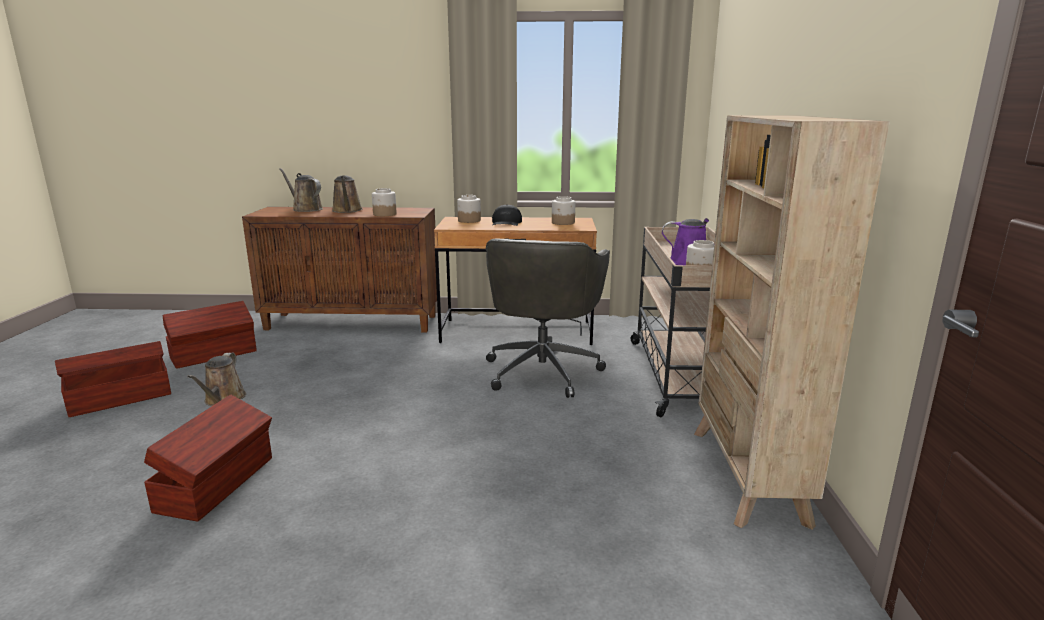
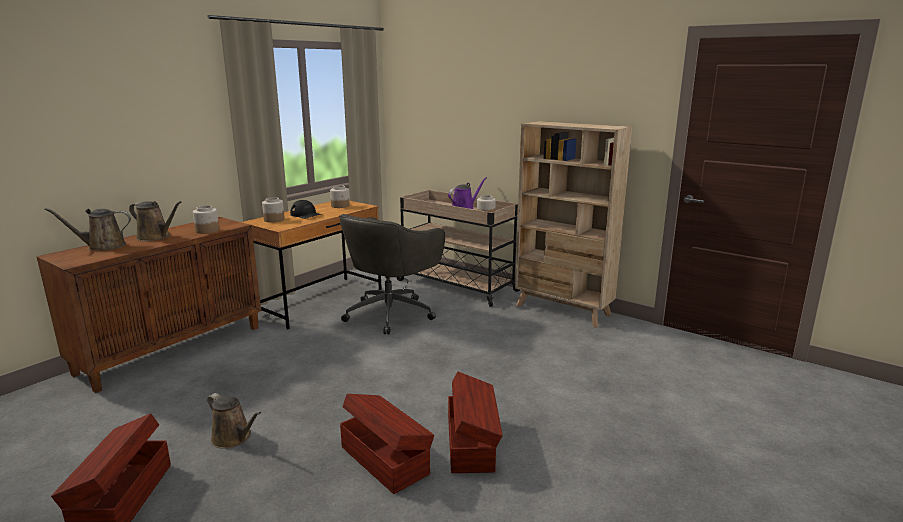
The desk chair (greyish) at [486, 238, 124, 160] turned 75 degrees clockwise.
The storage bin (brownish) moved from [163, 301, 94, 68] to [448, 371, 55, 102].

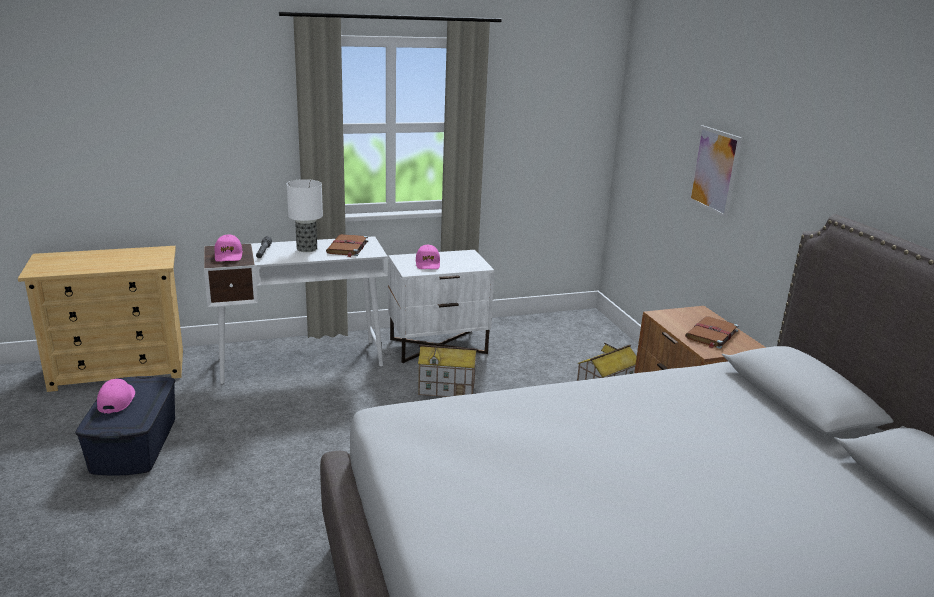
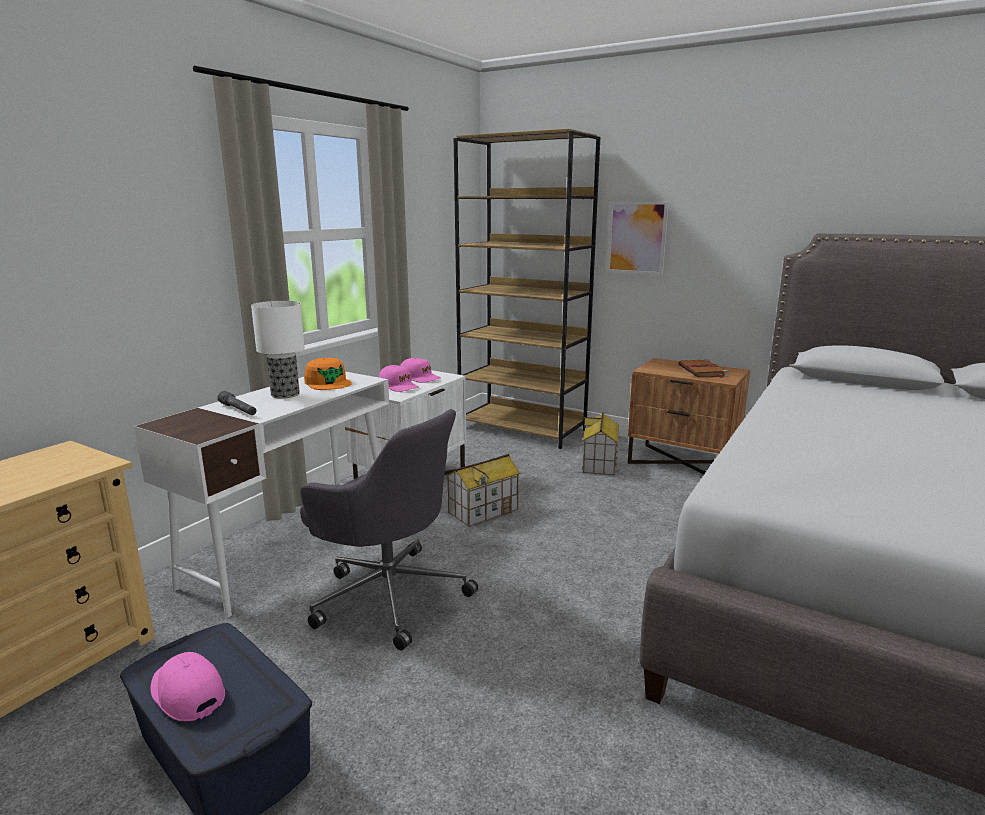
The book (brownish) at [326, 234, 42, 23] was replaced by the baseball cap (orange-coloured) at [304, 358, 48, 32].
The baseball cap (pinkish) moved from [215, 235, 28, 27] to [400, 358, 41, 25].
The shelving unit (brownish) at [454, 129, 146, 320] appeared.
The desk chair (greyish) at [300, 409, 178, 242] appeared.

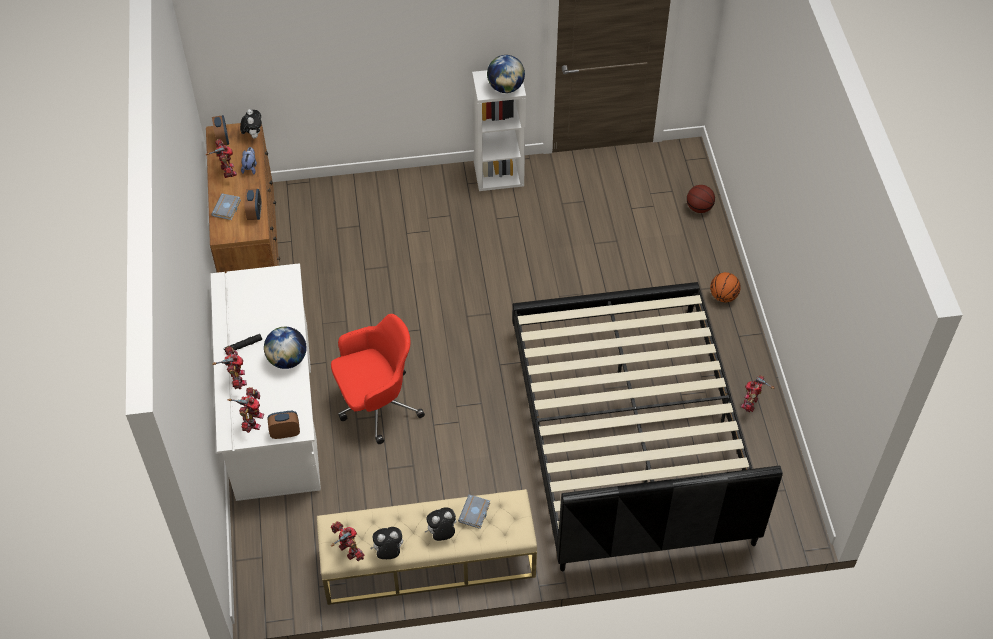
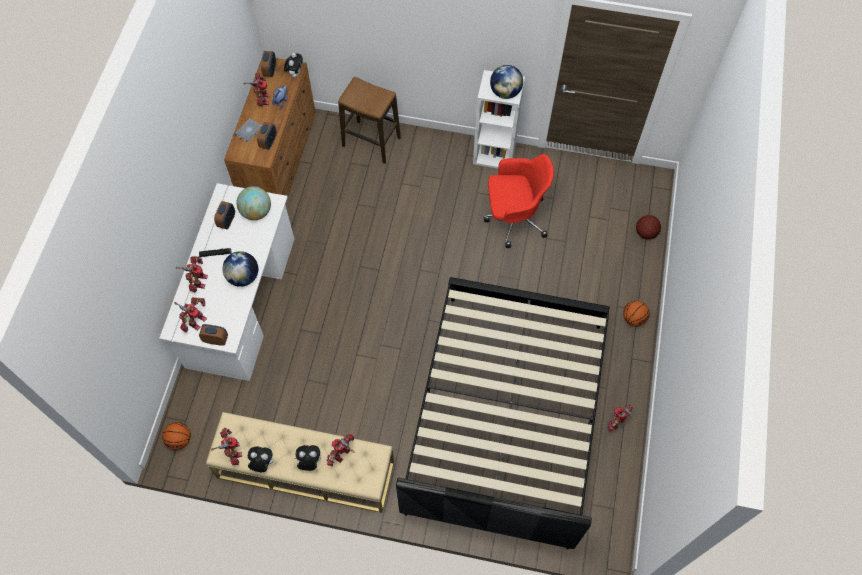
The desk chair (red-coloured) moved from [331, 314, 94, 130] to [484, 154, 70, 94].
The book (greyish) at [458, 494, 32, 35] was replaced by the toy robot at [327, 434, 28, 32].
The stool seat at [338, 77, 63, 87] appeared.
The globe at [236, 186, 35, 34] appeared.
The bedside clock at [214, 201, 21, 28] appeared.
The basketball at [162, 422, 29, 28] appeared.

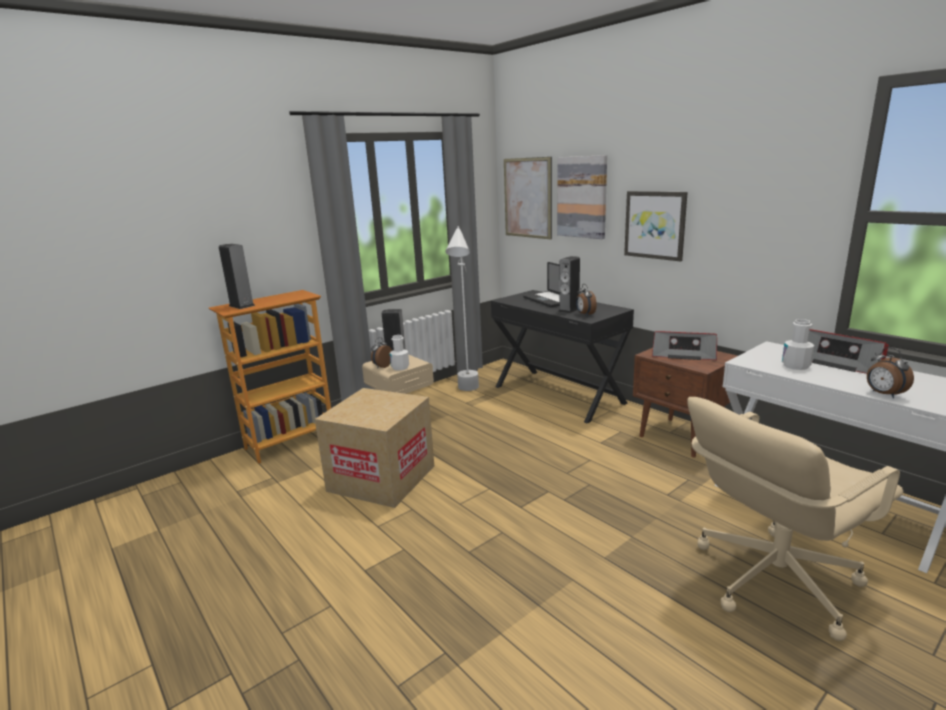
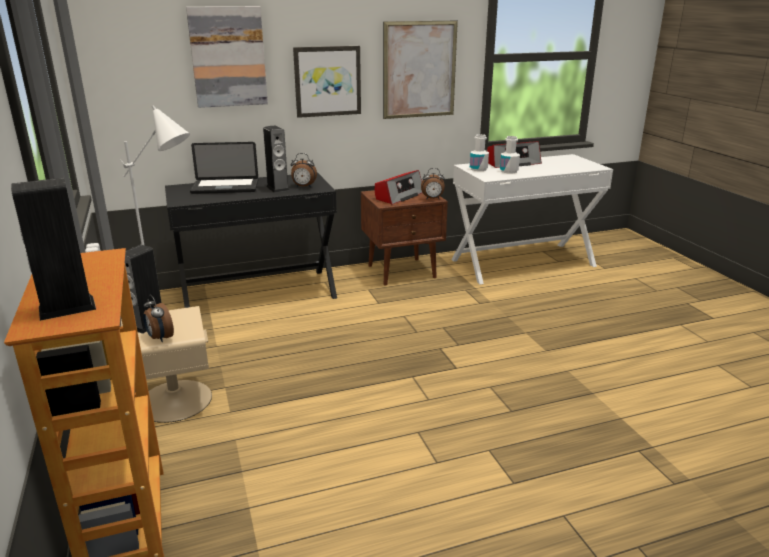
The picture moved from [504, 157, 48, 82] to [383, 21, 75, 98].
The beverage bottle (white) moved from [390, 335, 19, 36] to [470, 134, 19, 37].
The bedside clock moved from [867, 347, 47, 51] to [421, 168, 24, 31].
The cardboard box at [315, 388, 119, 120] disappeared.
The desk chair (beige-coloured) at [687, 397, 217, 244] disappeared.

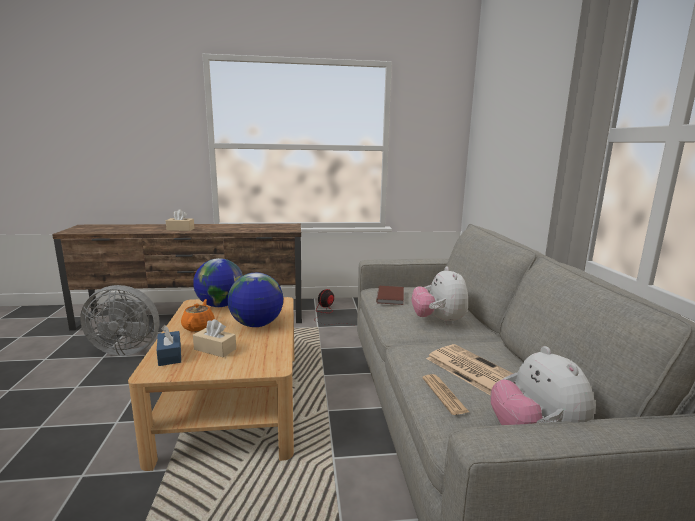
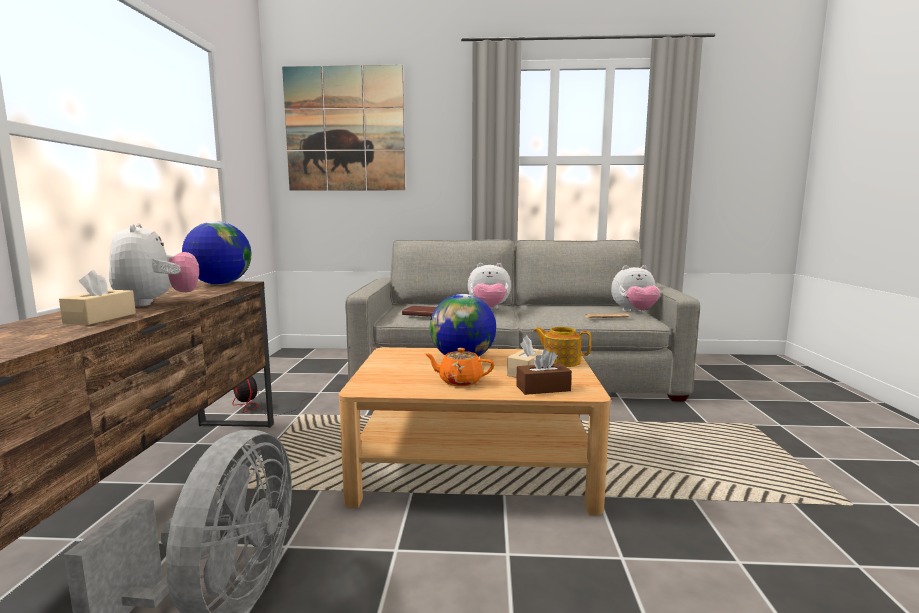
The globe moved from [193, 258, 50, 49] to [182, 221, 69, 64].
The tissue holder (blue-coloured) at [157, 325, 24, 41] became the tissue holder (brownish) at [516, 349, 56, 46].
The newspaper at [426, 344, 88, 52] disappeared.
The picture at [282, 65, 123, 126] appeared.
The soft toy at [109, 223, 90, 83] appeared.
The teapot at [533, 327, 58, 40] appeared.

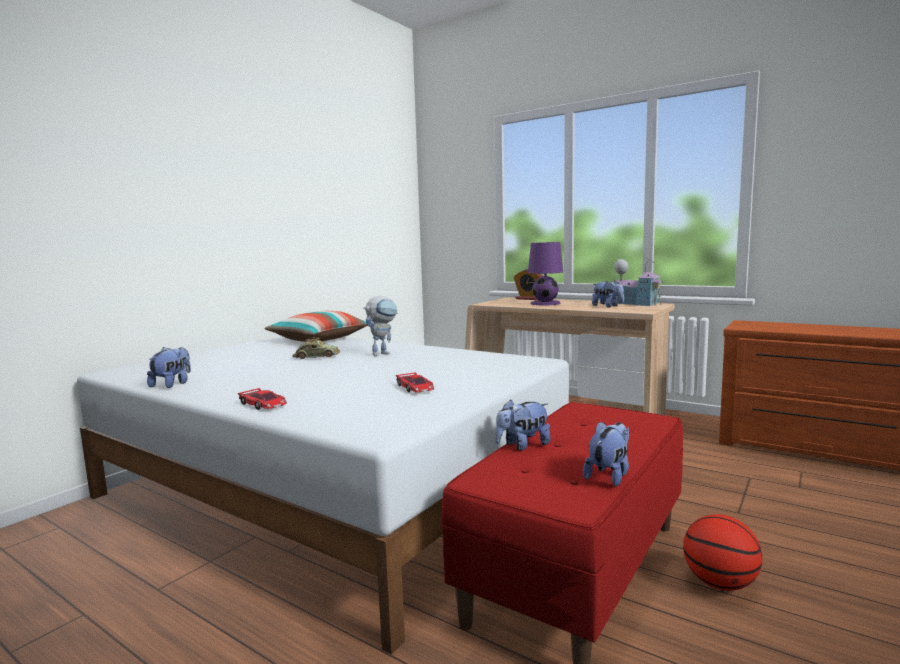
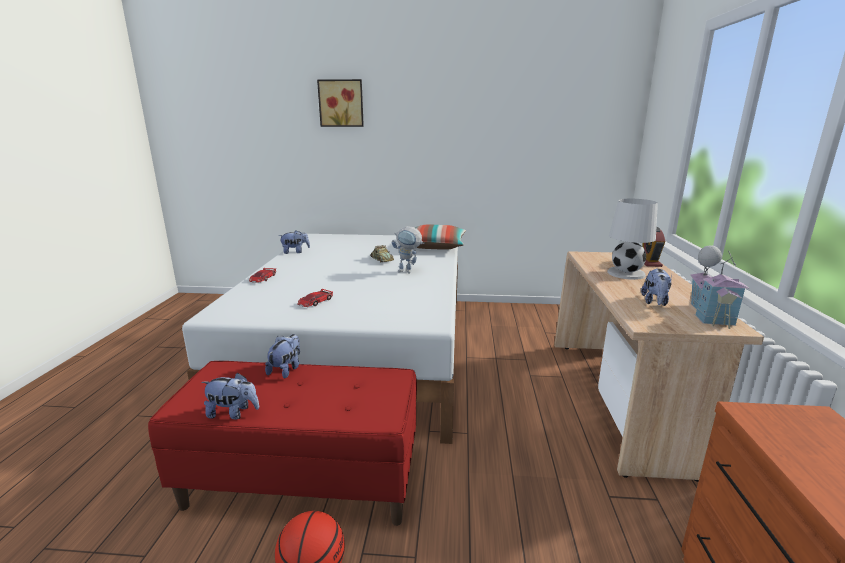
The lamp for a table (purple) at [528, 242, 35, 63] became the lamp for a table (white) at [607, 199, 51, 81].
The soft toy at [495, 399, 56, 52] turned 75 degrees clockwise.
The picture at [317, 79, 47, 48] appeared.

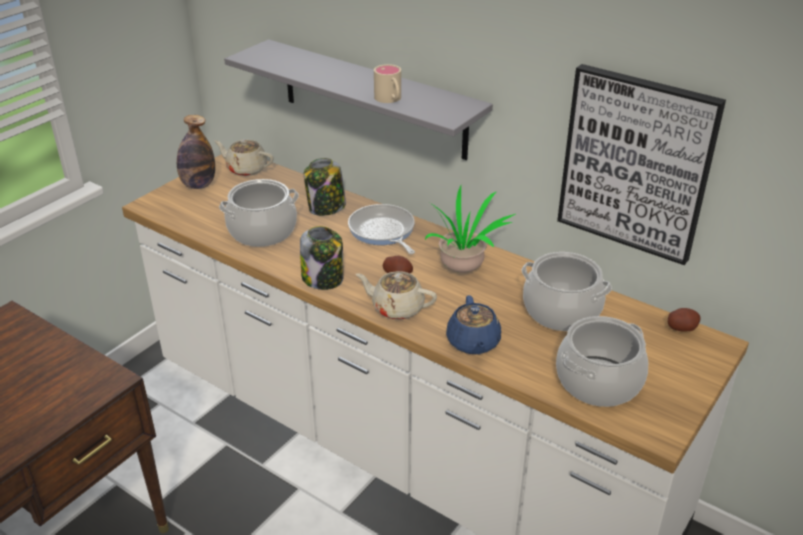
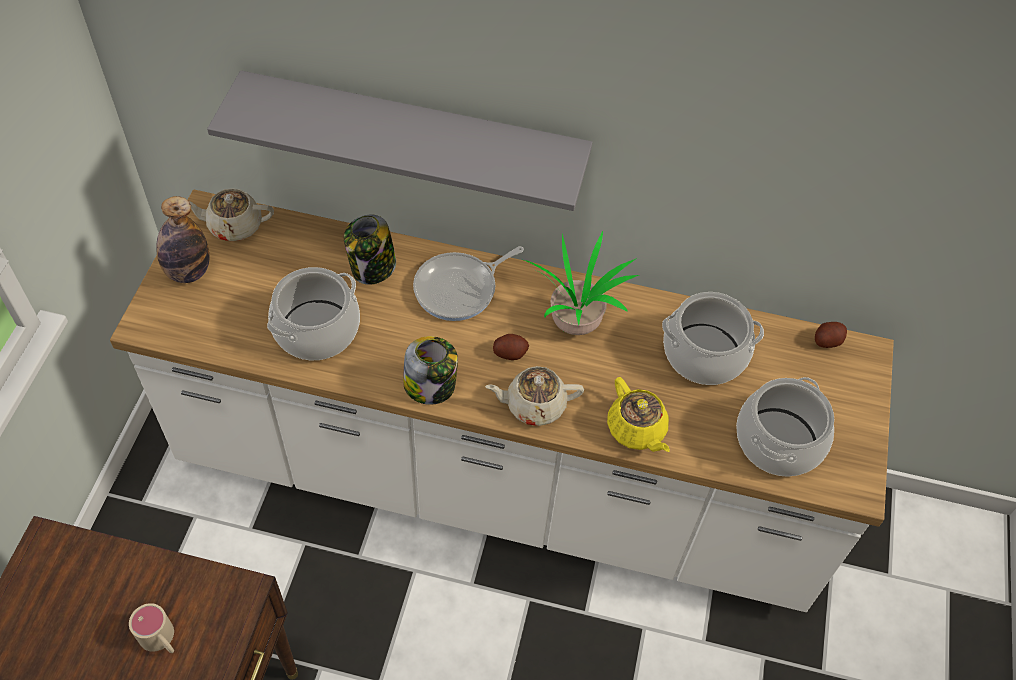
The tea mug (beige-coloured) moved from [374, 64, 27, 39] to [129, 603, 45, 50].
The picture at [557, 64, 169, 201] disappeared.
The frying pan at [348, 204, 67, 50] turned 75 degrees counterclockwise.
The teapot (blue-coloured) at [446, 295, 55, 59] became the teapot (yellowish) at [607, 377, 63, 75].

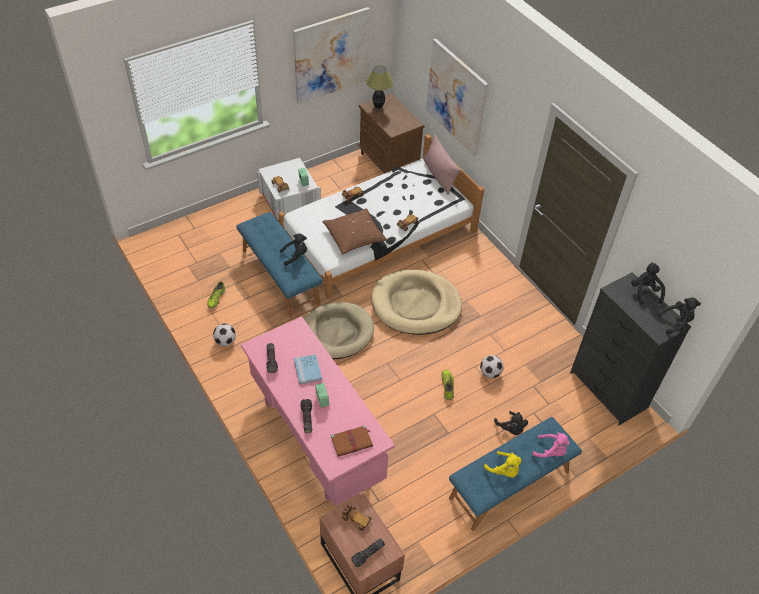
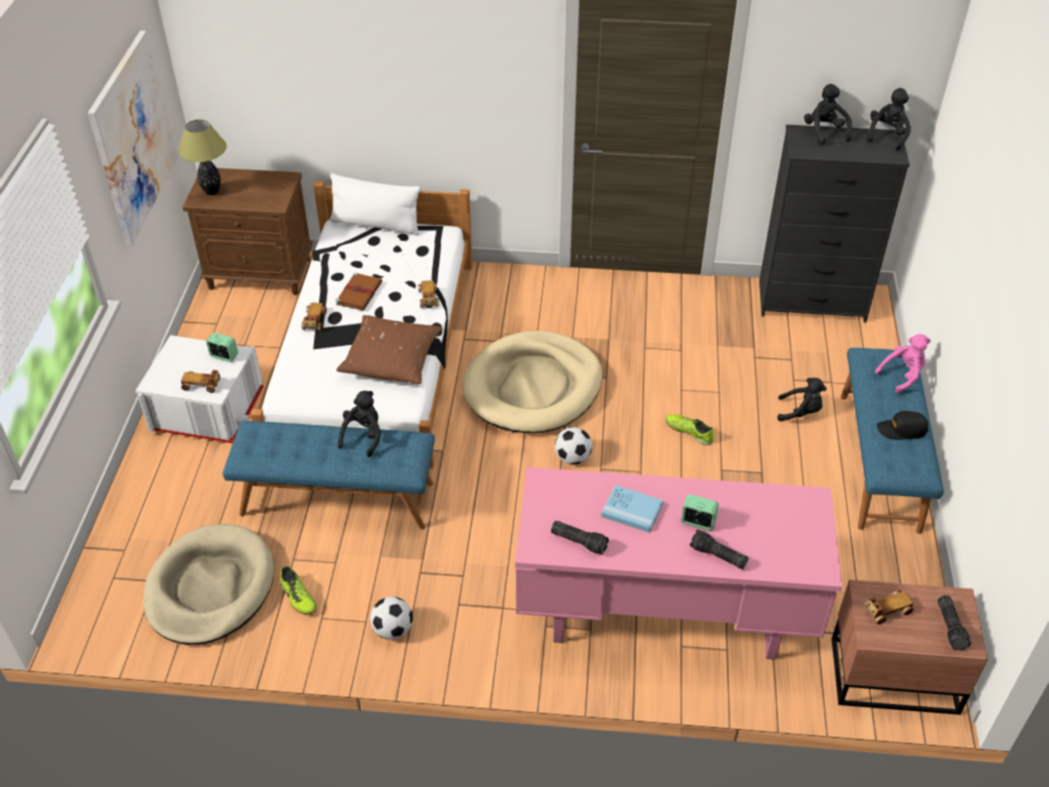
The picture at [426, 39, 62, 117] disappeared.
The cushion (pinkish) at [423, 135, 38, 59] became the cushion (white) at [330, 173, 91, 63].
The soft toy (blackish) at [631, 262, 34, 42] turned 45 degrees clockwise.
The pet bed (beige-coloured) moved from [304, 302, 70, 58] to [143, 524, 131, 121].
The football moved from [480, 355, 24, 23] to [555, 427, 37, 37].
The book (brownish) moved from [331, 425, 42, 32] to [336, 273, 47, 37].
The soft toy (yellowish) at [484, 451, 37, 27] was replaced by the baseball cap (blackish) at [877, 411, 51, 29].

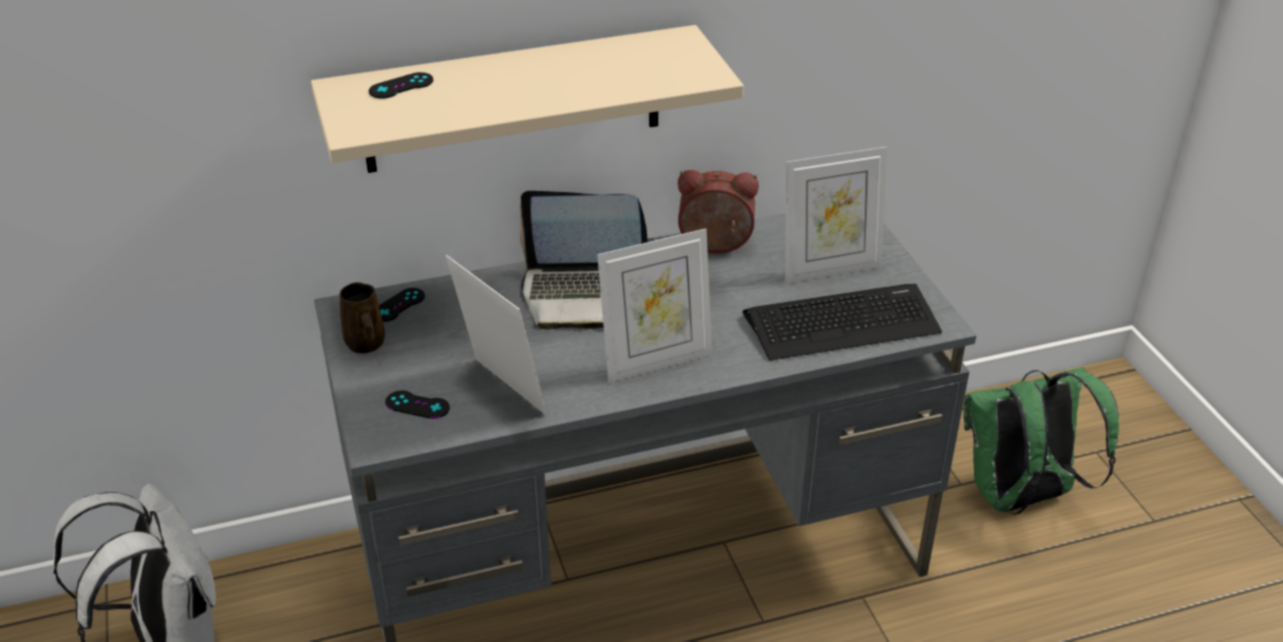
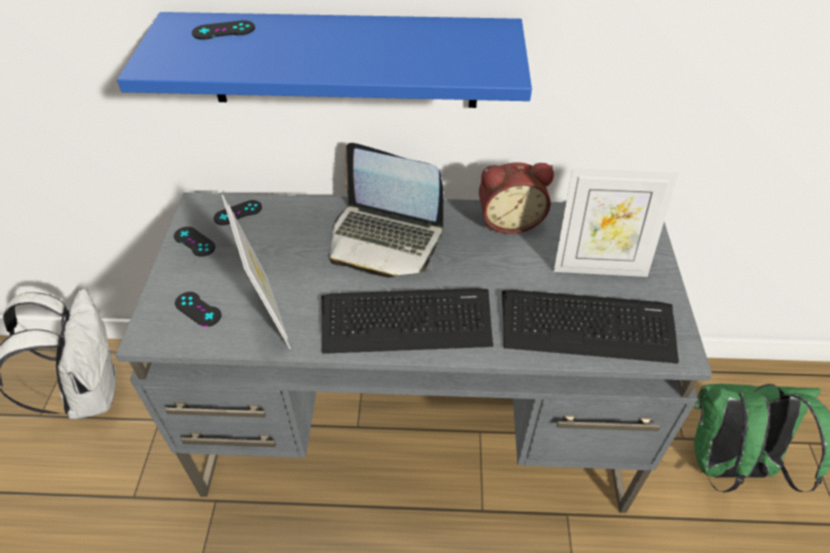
The bracket shelf (beige-coloured) at [311, 25, 433, 148] became the bracket shelf (blue-coloured) at [117, 12, 415, 96].
The bedside clock at [678, 170, 81, 84] turned 150 degrees clockwise.
The picture frame at [597, 228, 115, 155] was replaced by the PC keyboard at [321, 288, 172, 66].
The tea mug (brownish) at [340, 282, 45, 71] was replaced by the gamepad (blackish) at [174, 227, 41, 30].

